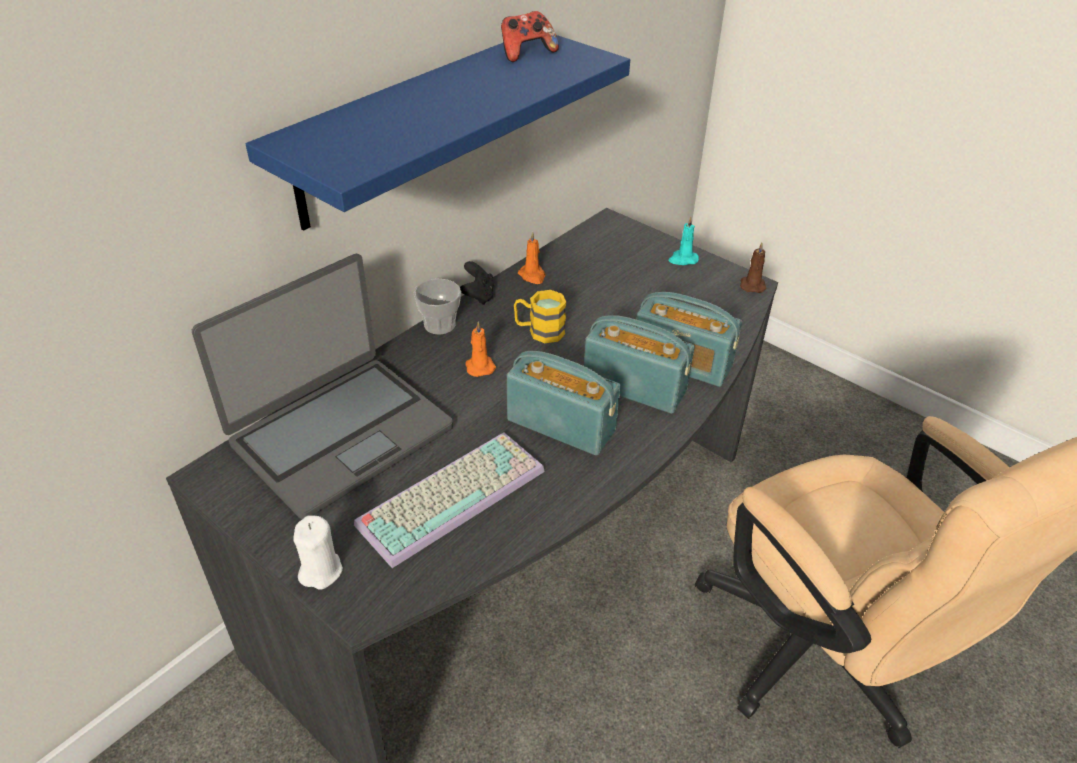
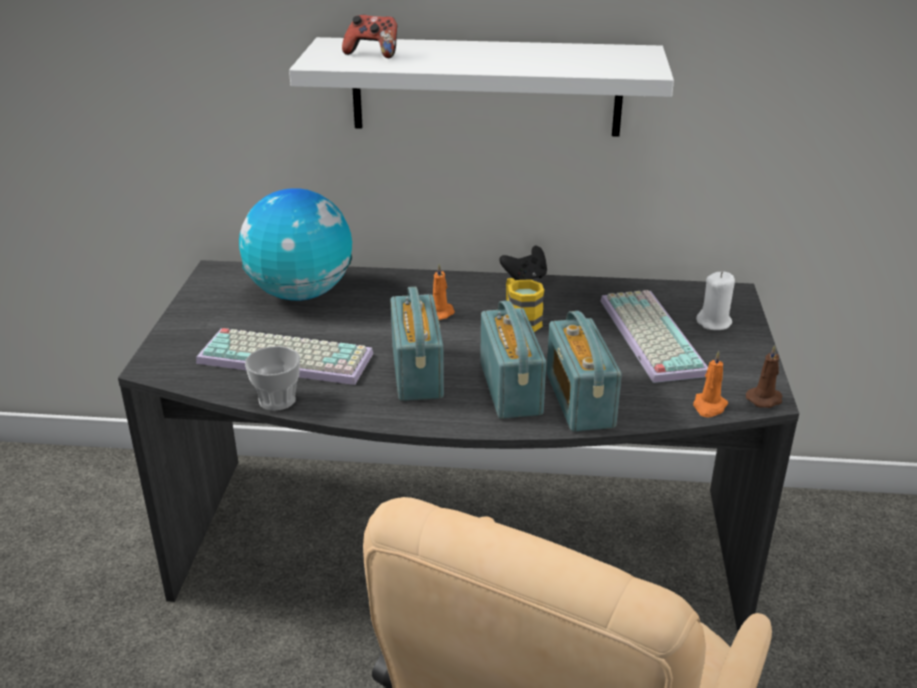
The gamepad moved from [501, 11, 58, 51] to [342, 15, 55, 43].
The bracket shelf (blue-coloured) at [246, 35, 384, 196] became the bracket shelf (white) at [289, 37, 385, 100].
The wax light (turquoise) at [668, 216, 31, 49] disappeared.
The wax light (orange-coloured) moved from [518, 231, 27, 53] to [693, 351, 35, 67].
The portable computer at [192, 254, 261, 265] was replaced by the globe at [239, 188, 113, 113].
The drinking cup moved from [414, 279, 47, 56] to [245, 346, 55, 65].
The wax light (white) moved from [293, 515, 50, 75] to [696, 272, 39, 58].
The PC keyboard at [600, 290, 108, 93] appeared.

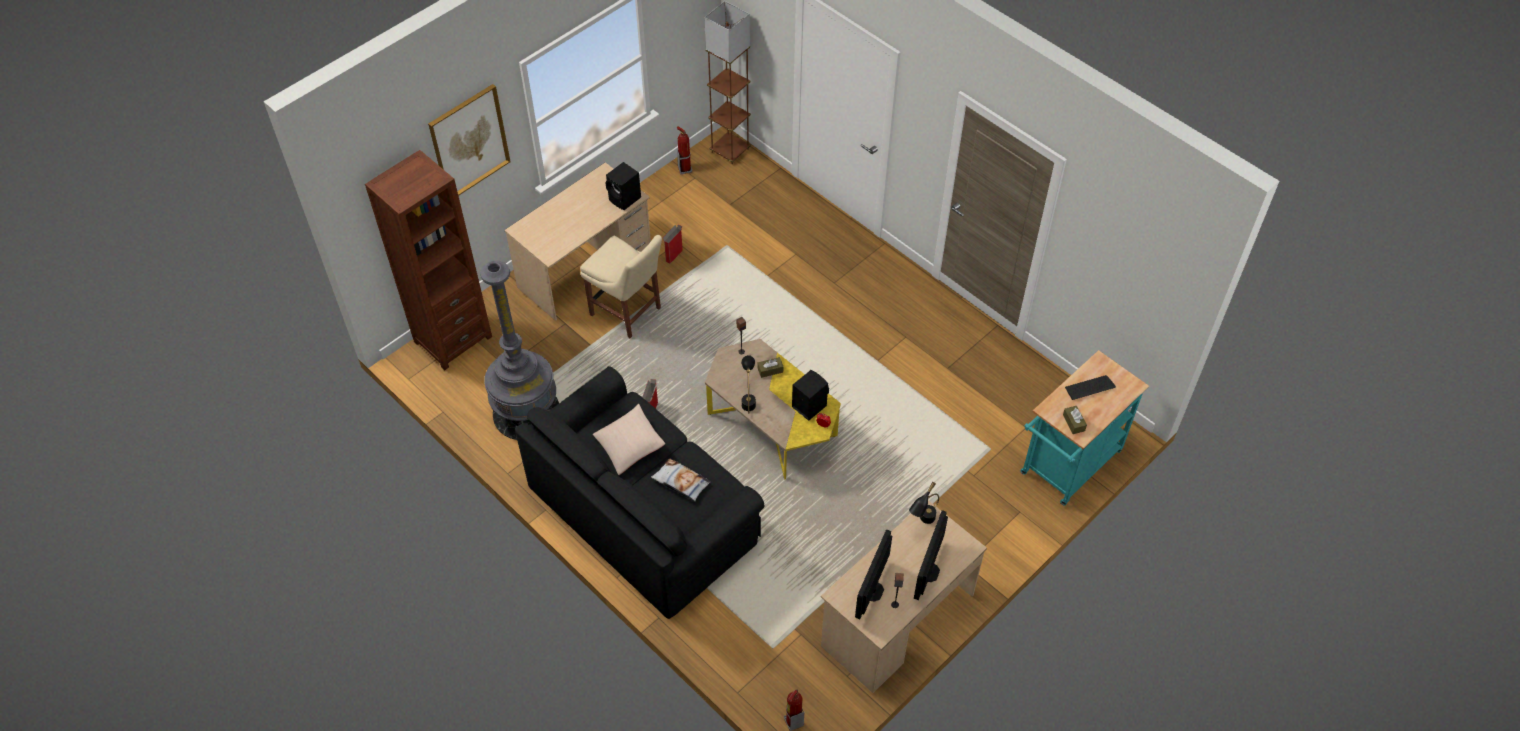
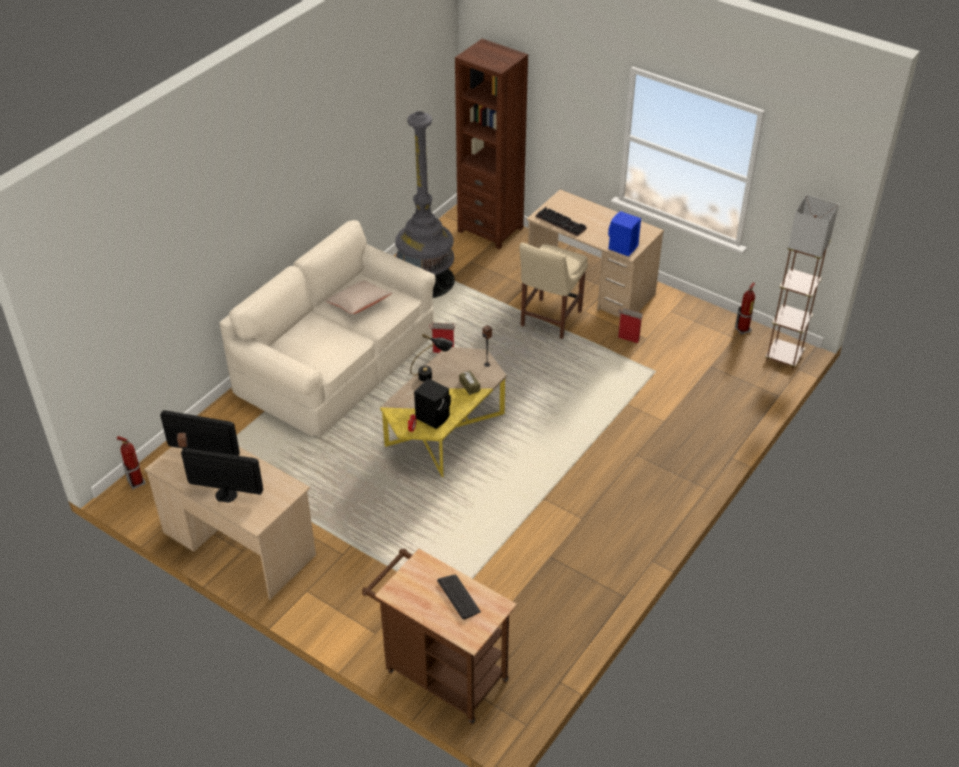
The picture at [428, 84, 82, 112] disappeared.
The audio speaker (blackish) at [605, 162, 36, 48] became the audio speaker (blue-coloured) at [608, 211, 33, 46].
The trolley (turquoise) at [1020, 350, 129, 156] became the trolley (brownish) at [362, 549, 155, 175].
The sofa (blackish) at [515, 366, 249, 253] became the sofa (beige-coloured) at [219, 220, 217, 217].
The tissue holder (brownish) at [1063, 406, 24, 28] disappeared.
The cushion at [651, 458, 60, 43] disappeared.
The lamp for a table (blackish) at [909, 482, 30, 42] disappeared.
The PC keyboard at [536, 207, 51, 29] appeared.

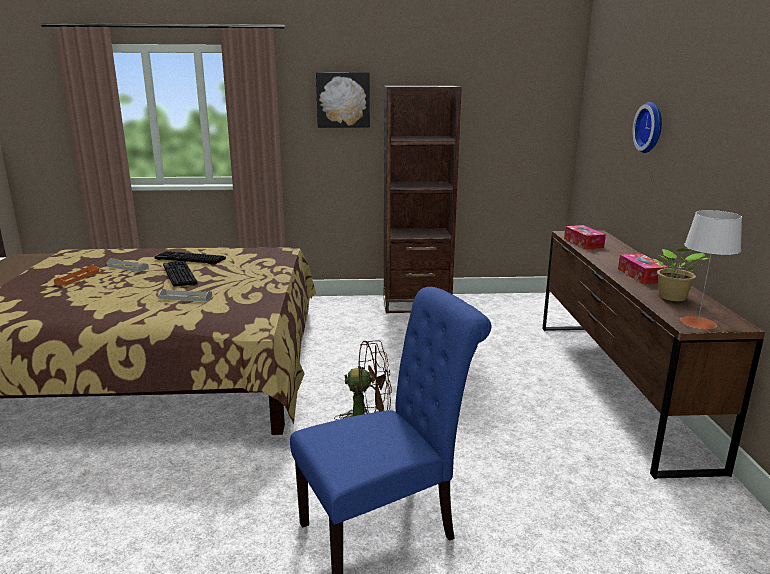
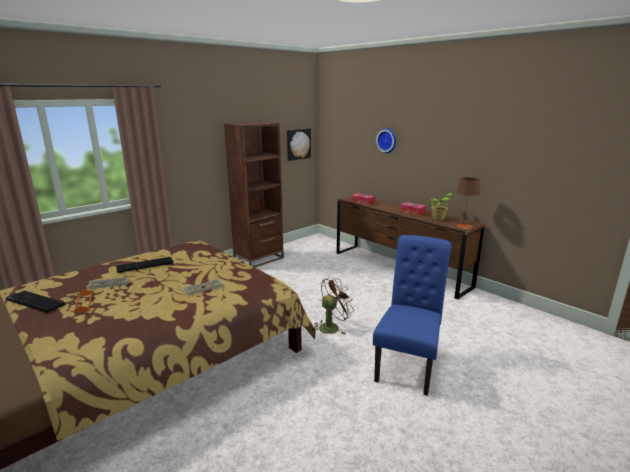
The picture moved from [316, 72, 54, 55] to [287, 128, 24, 33].
The lamp for a table (greyish) at [680, 210, 62, 119] became the lamp for a table (brownish) at [457, 177, 23, 52].
The PC keyboard moved from [163, 261, 34, 26] to [6, 291, 60, 22].

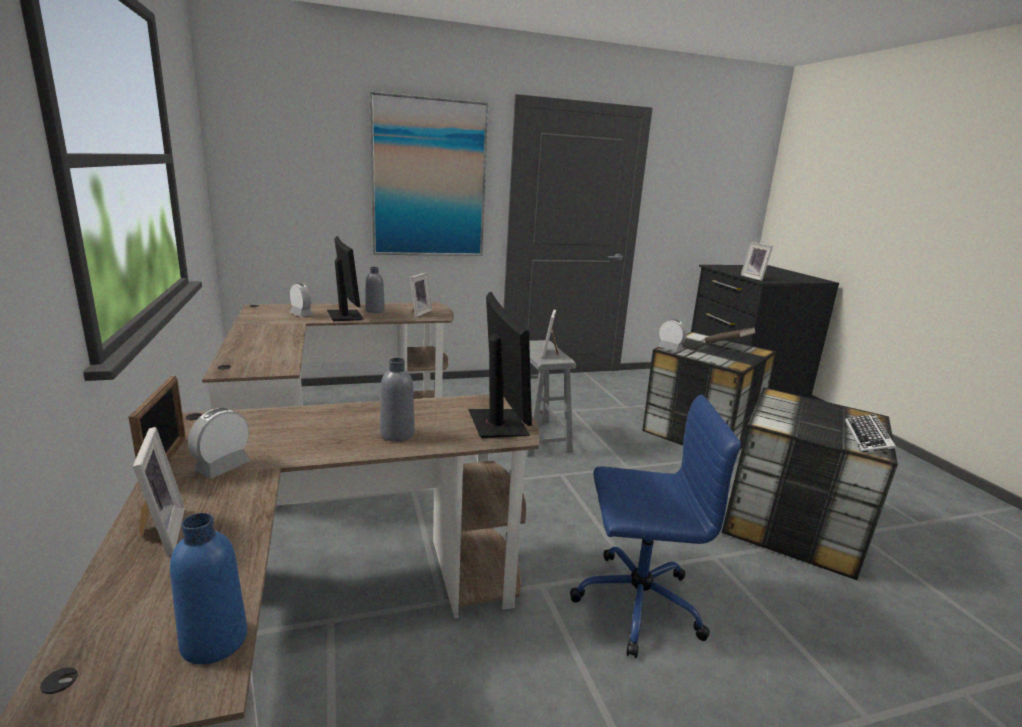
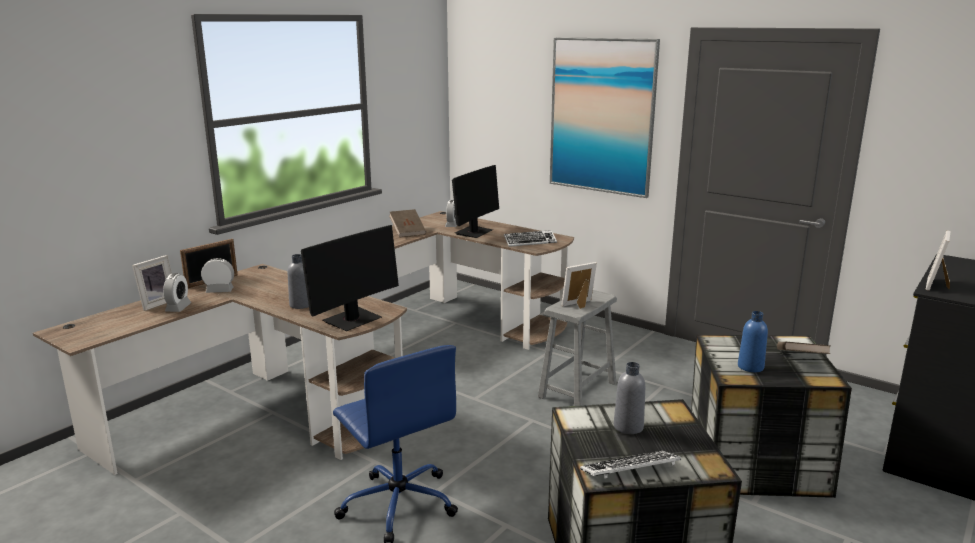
The beverage bottle (greyish) moved from [365, 267, 20, 46] to [614, 362, 31, 72].
The picture frame at [410, 272, 22, 45] was replaced by the PC keyboard at [504, 230, 53, 17].
The bedside clock moved from [658, 319, 29, 32] to [163, 273, 28, 39].
The beverage bottle (blue-coloured) moved from [170, 513, 77, 152] to [738, 311, 30, 61].
The book (brownish) at [389, 209, 37, 28] appeared.

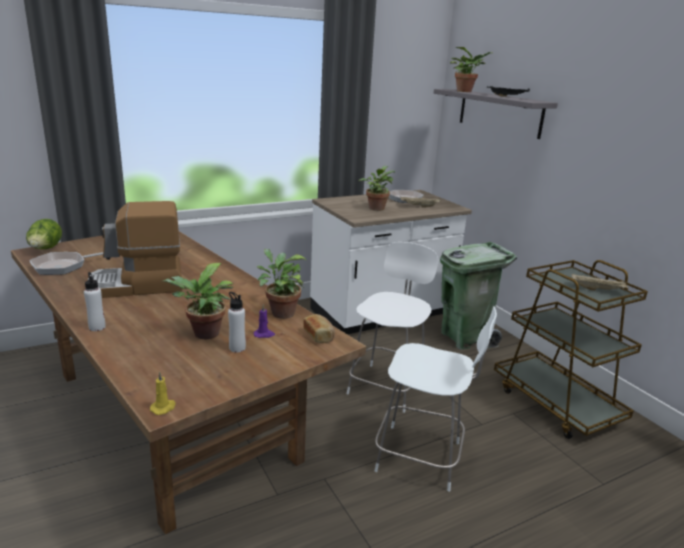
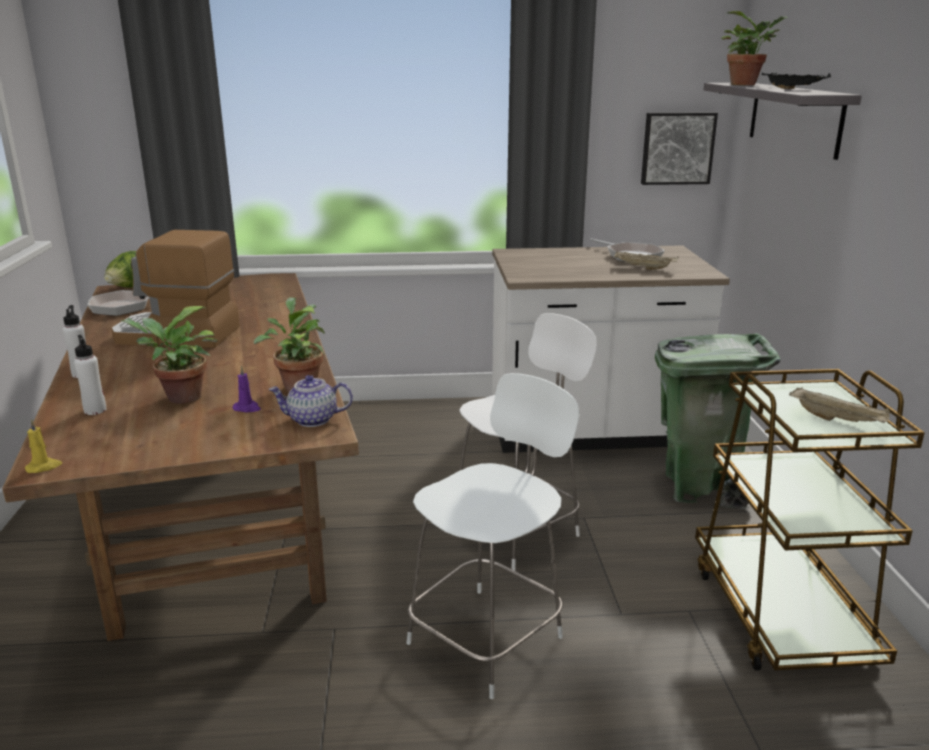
The houseplant at [359, 166, 36, 45] disappeared.
The beverage bottle (white) moved from [228, 292, 18, 60] to [74, 335, 32, 80].
The upright chair (white) at [375, 306, 122, 186] turned 90 degrees counterclockwise.
The bakery bread at [303, 314, 32, 29] was replaced by the teapot at [269, 375, 84, 52].
The picture at [641, 112, 77, 73] appeared.

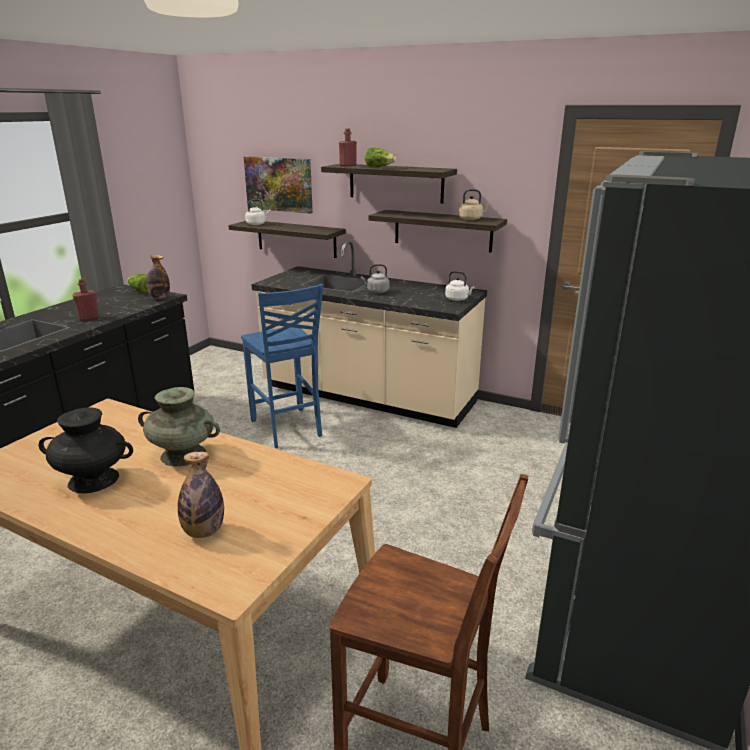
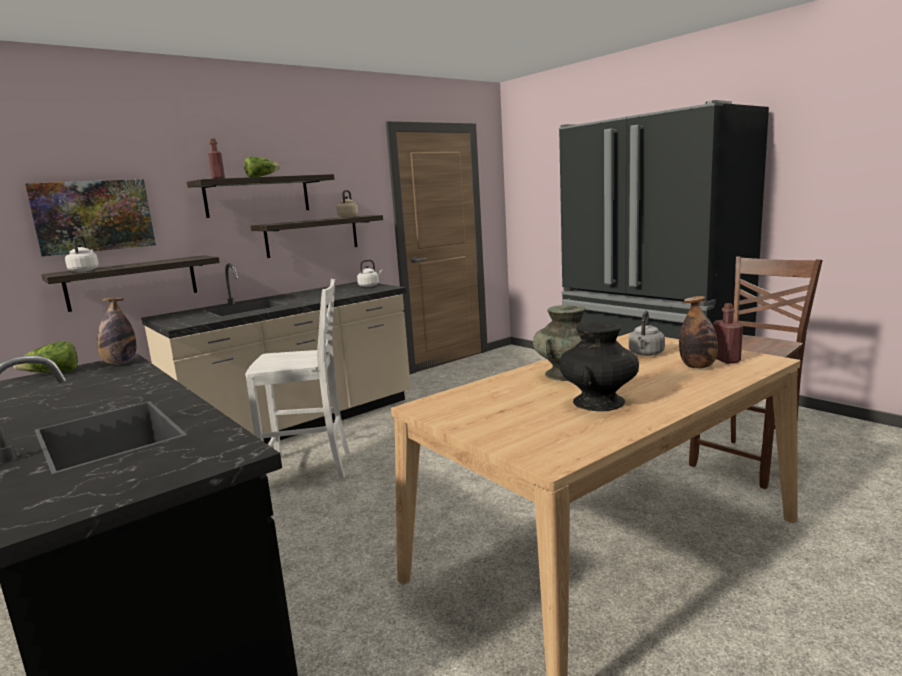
The tea kettle (greyish) moved from [361, 264, 29, 29] to [629, 311, 36, 45].
The beverage bottle (red-coloured) moved from [73, 279, 26, 42] to [713, 303, 30, 61].
The upright chair (blue-coloured) at [241, 284, 82, 164] became the upright chair (white) at [245, 279, 105, 202].

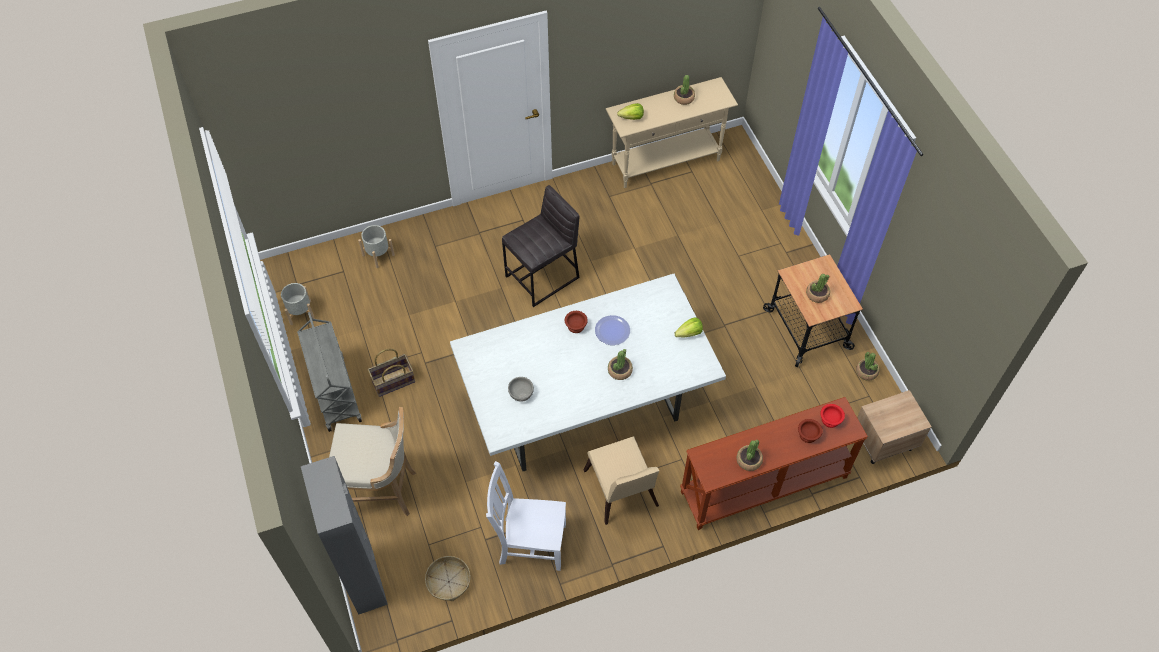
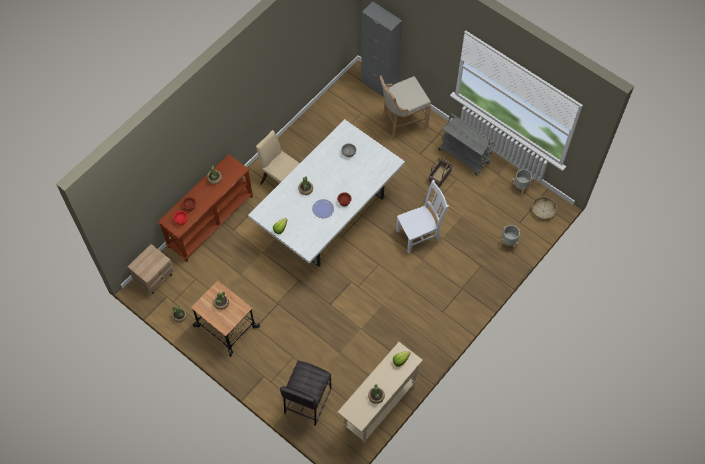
The stool seat (greyish) moved from [502, 185, 77, 122] to [280, 360, 52, 66].
The upright chair (white) moved from [486, 461, 80, 110] to [396, 180, 53, 74].
The household basket moved from [425, 556, 45, 45] to [532, 197, 25, 24].

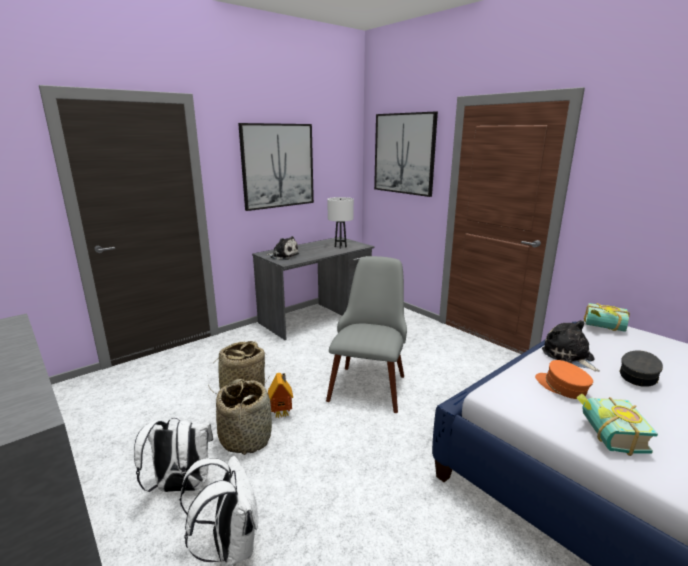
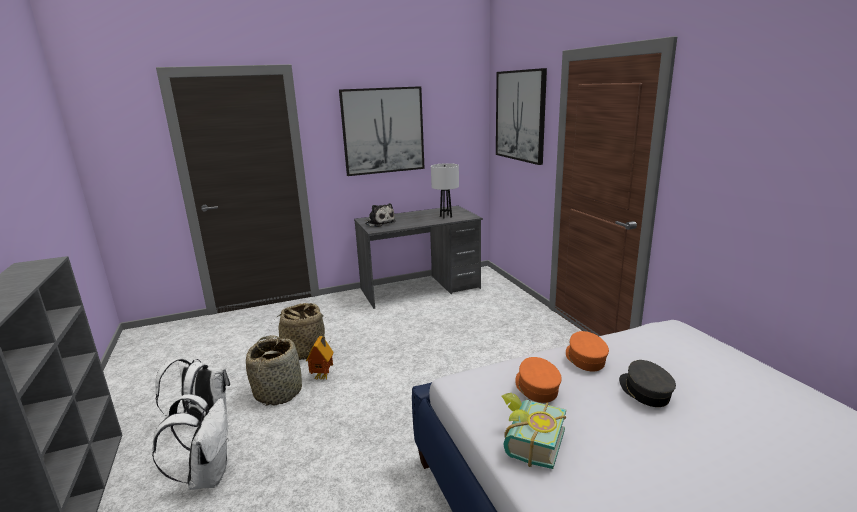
The upright chair (greyish) at [326, 256, 81, 157] disappeared.
The book at [584, 303, 46, 29] disappeared.
The soft toy at [542, 320, 58, 52] was replaced by the baseball cap (orange-coloured) at [566, 331, 43, 40].
The baseball cap (greyish) at [619, 350, 44, 37] turned 75 degrees counterclockwise.

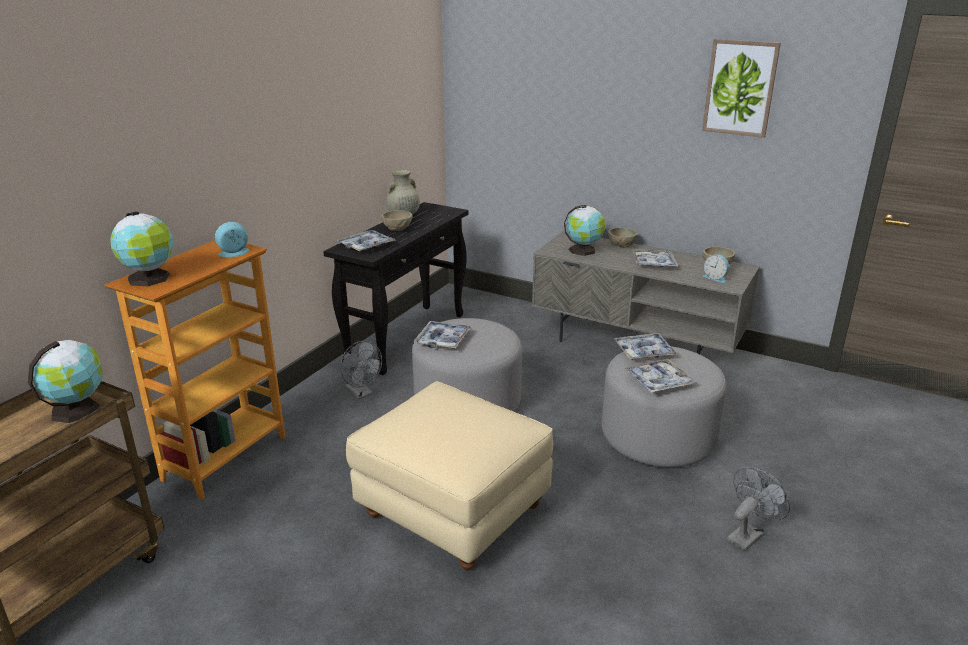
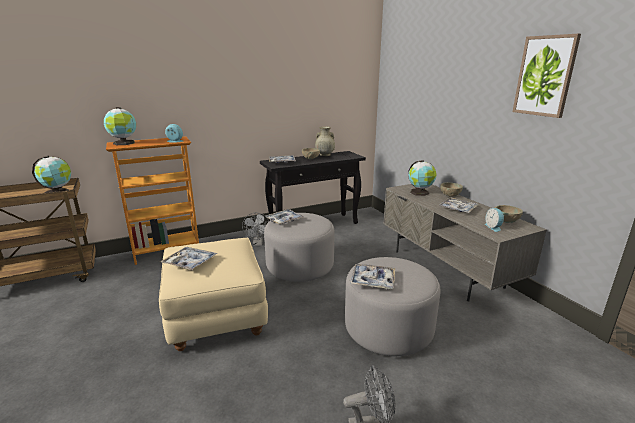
The tray moved from [614, 333, 63, 27] to [160, 247, 57, 24].

